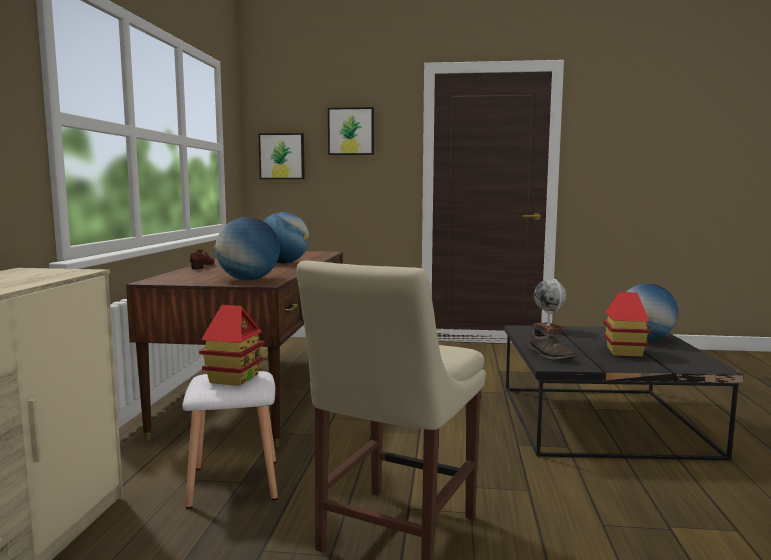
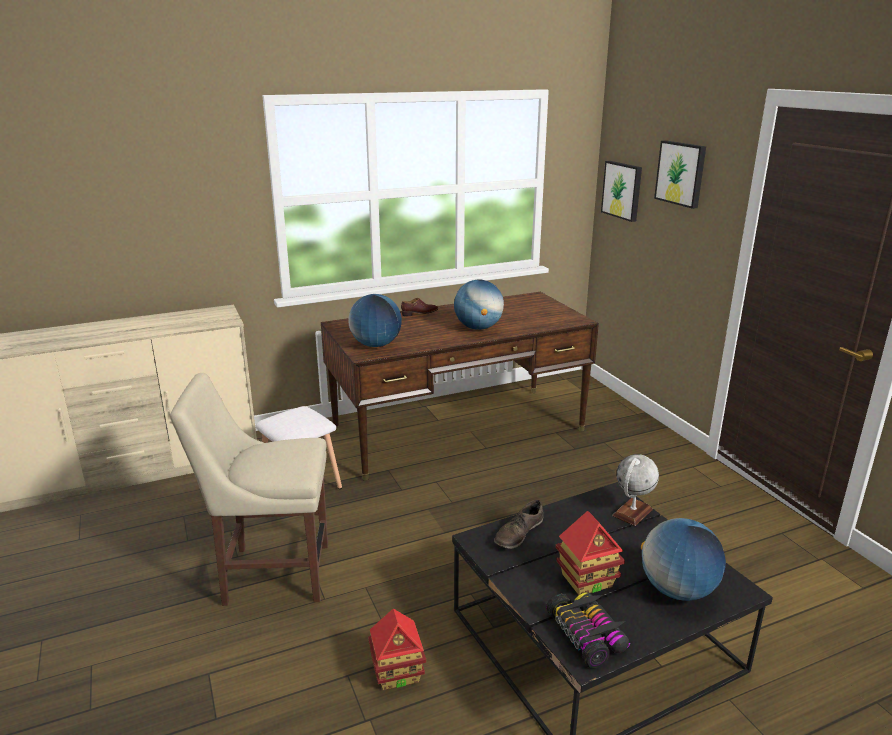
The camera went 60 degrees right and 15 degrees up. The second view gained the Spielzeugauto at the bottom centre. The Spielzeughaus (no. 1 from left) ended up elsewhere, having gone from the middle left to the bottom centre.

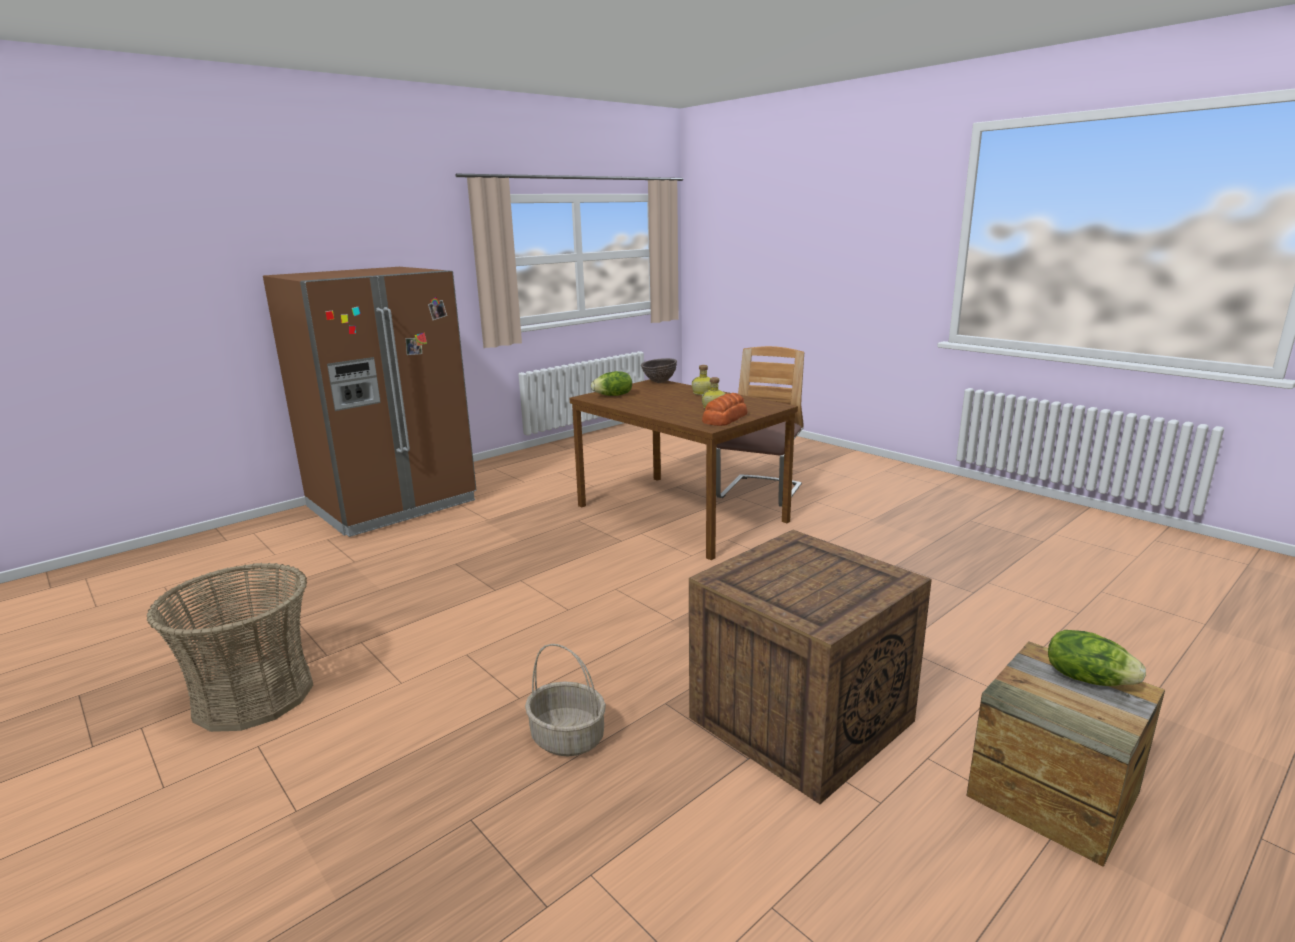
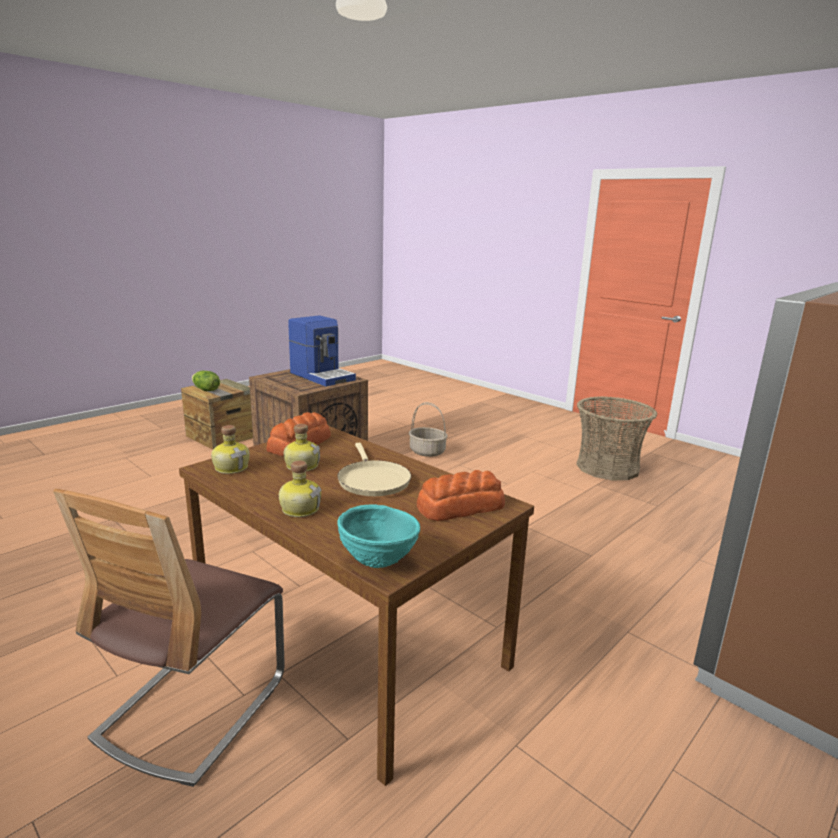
The camera went 175 degrees right and 0 degrees up. The second view gained the Flasche (no. 1 from left) at the middle left. The second view gained the Kaffeemaschine at the centre. The second view gained the Pfanne (beige) at the centre. Where the Salatkopf (no. 1 from left) stood at the centre, the Brot (no. 2 from left) came to stand at the centre. What was the Schüssel (braun) at the centre turned into the Schüssel (türkis) at the centre.

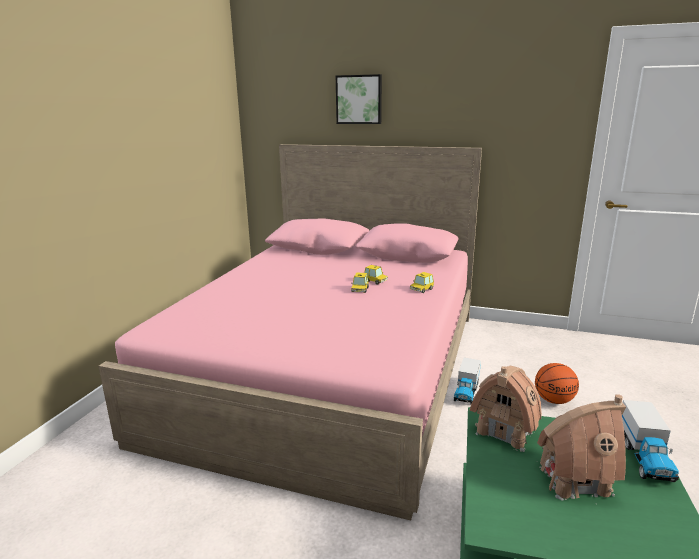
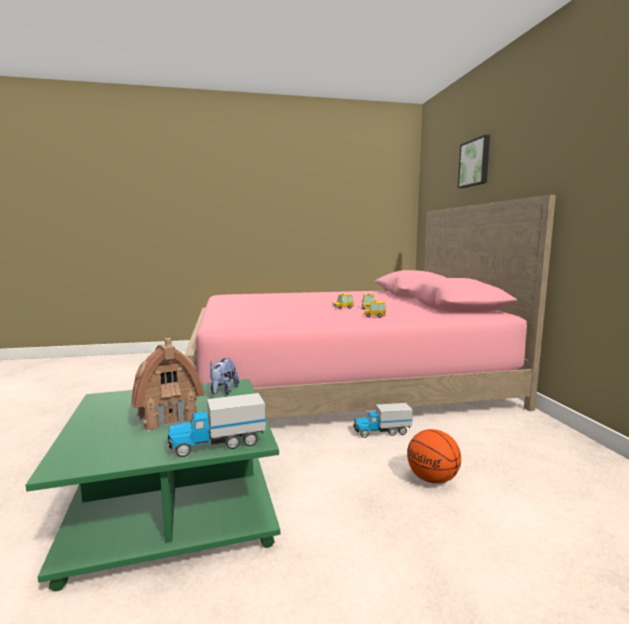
The camera went 60 degrees right and 10 degrees down. Where the Spielzeughaus (no. 1 from left) stood at the bottom right, the Plüschtier came to stand at the centre.

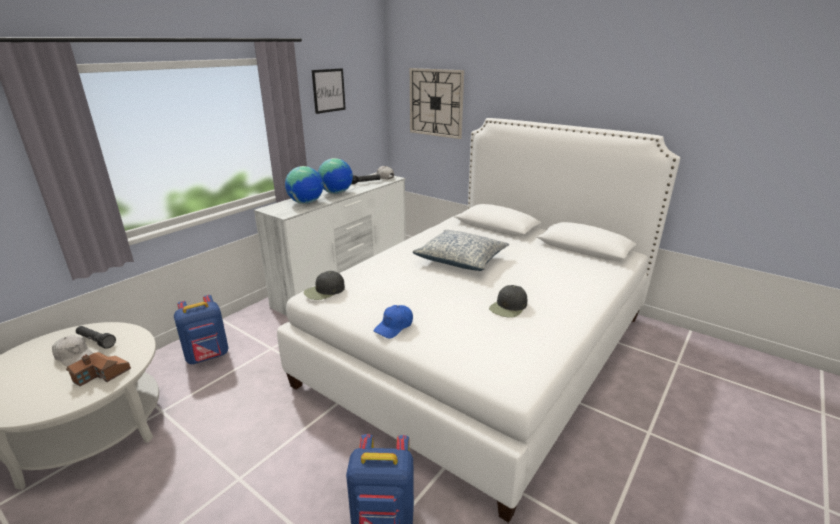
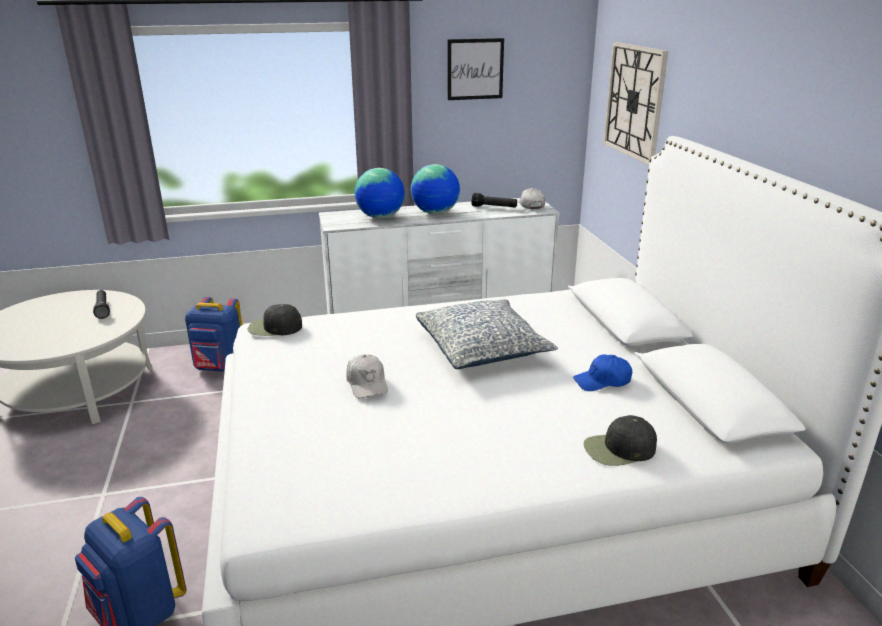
The camera went 40 degrees right and 0 degrees up. The second view lost the Spielzeughaus at the bottom left. The Kappe (weiß) (no. 1 from left) ended up elsewhere, having gone from the bottom left to the centre. The Kappe (blau) ended up elsewhere, having gone from the centre to the middle right. The Kappe (schwarz) (no. 2 from left) ended up elsewhere, having gone from the centre to the bottom right.

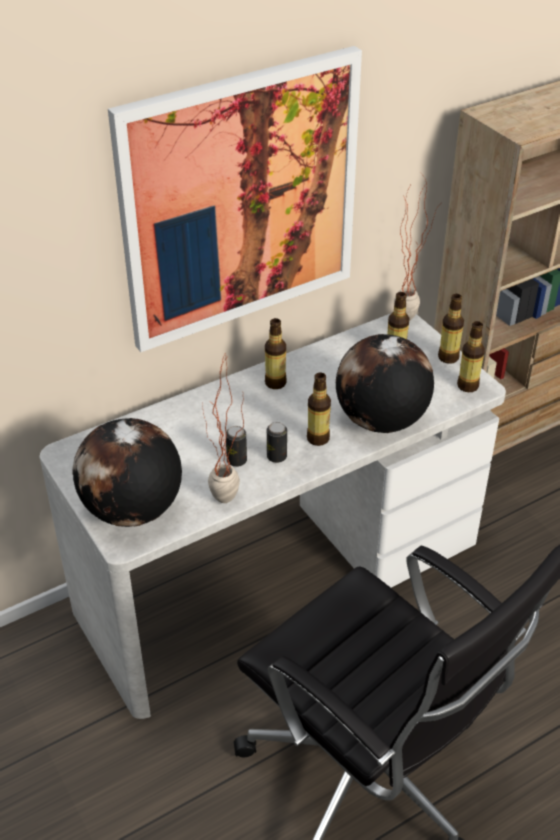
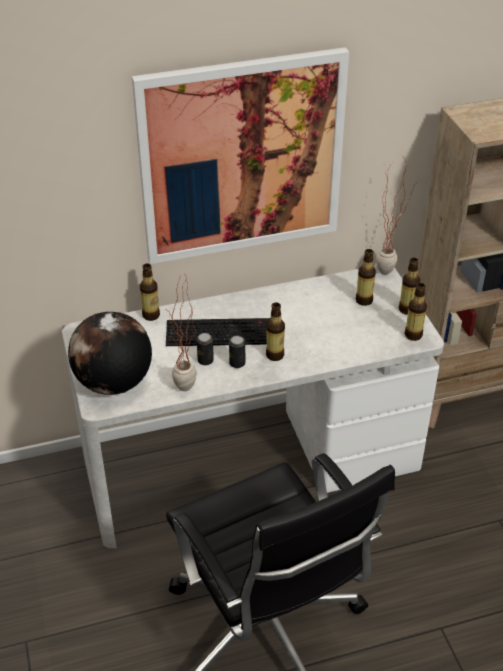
The camera went 15 degrees right and 0 degrees up. The second view lost the Globus (no. 2 from left) at the middle right. The second view gained the Tastatur at the centre. The Flasche (no. 1 from left) ended up elsewhere, having gone from the centre to the middle left.

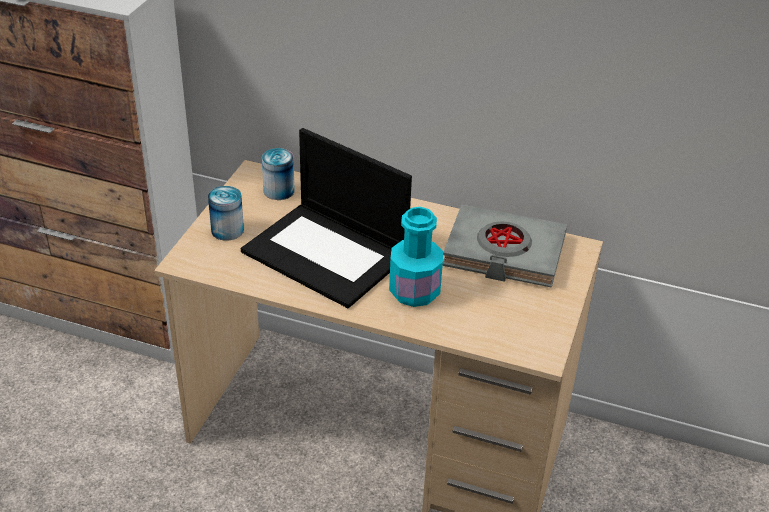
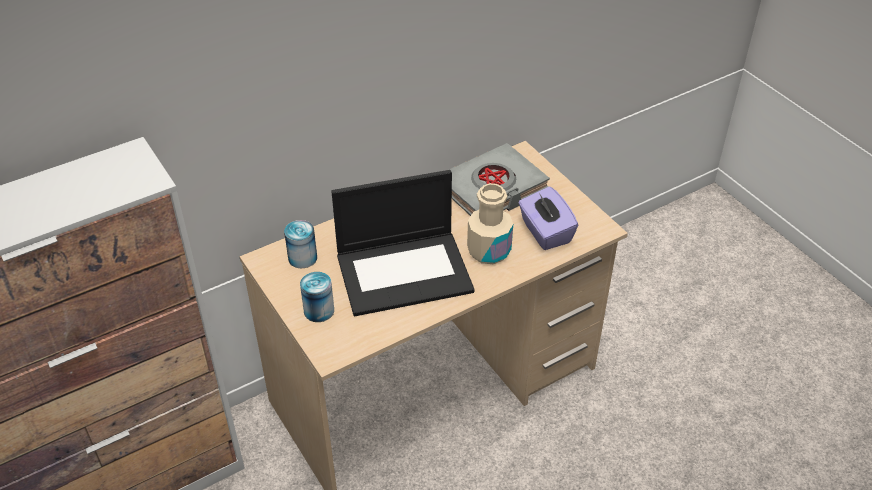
The camera went 50 degrees left and 5 degrees up. The second view gained the Taschentuchbox (lila) at the centre. What was the Flasche (türkis) at the centre turned into the Flasche (beige) at the centre.

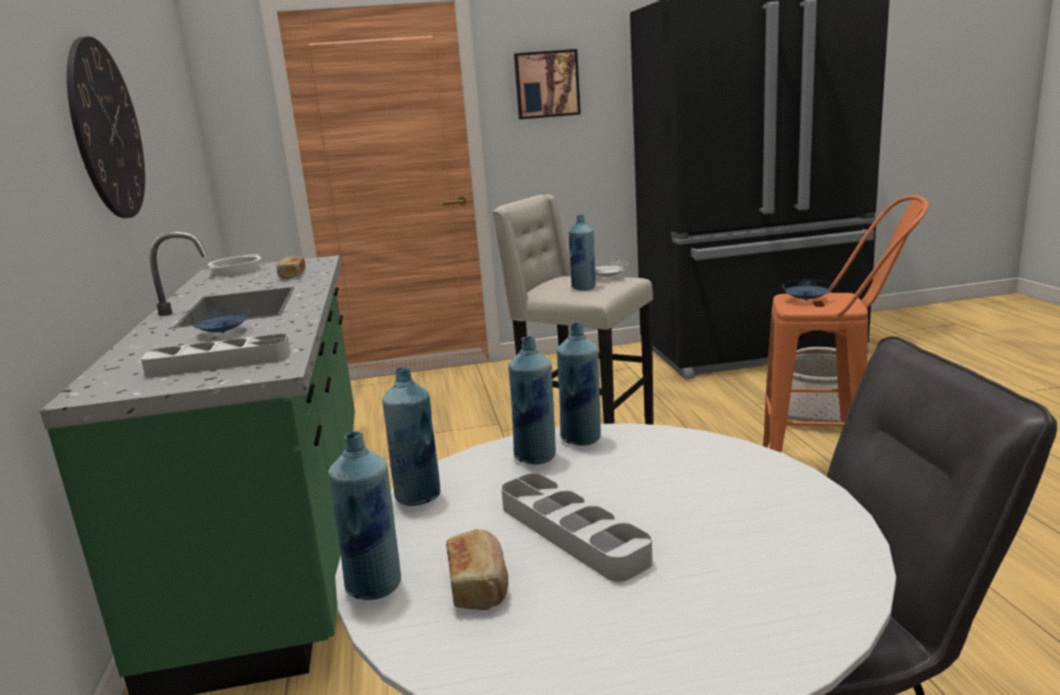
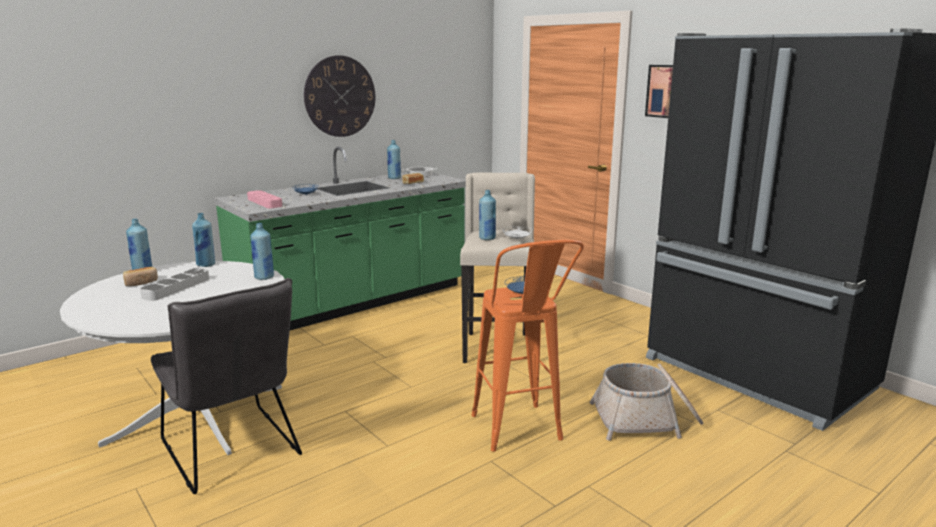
The camera went 60 degrees right and 0 degrees up. The Flasche (blau) (no. 3 from left in the first image) ended up elsewhere, having gone from the centre to the top centre. What was the Tablett (grau) (no. 1 from left) at the middle left turned into the Tablett (rosa) at the middle left.

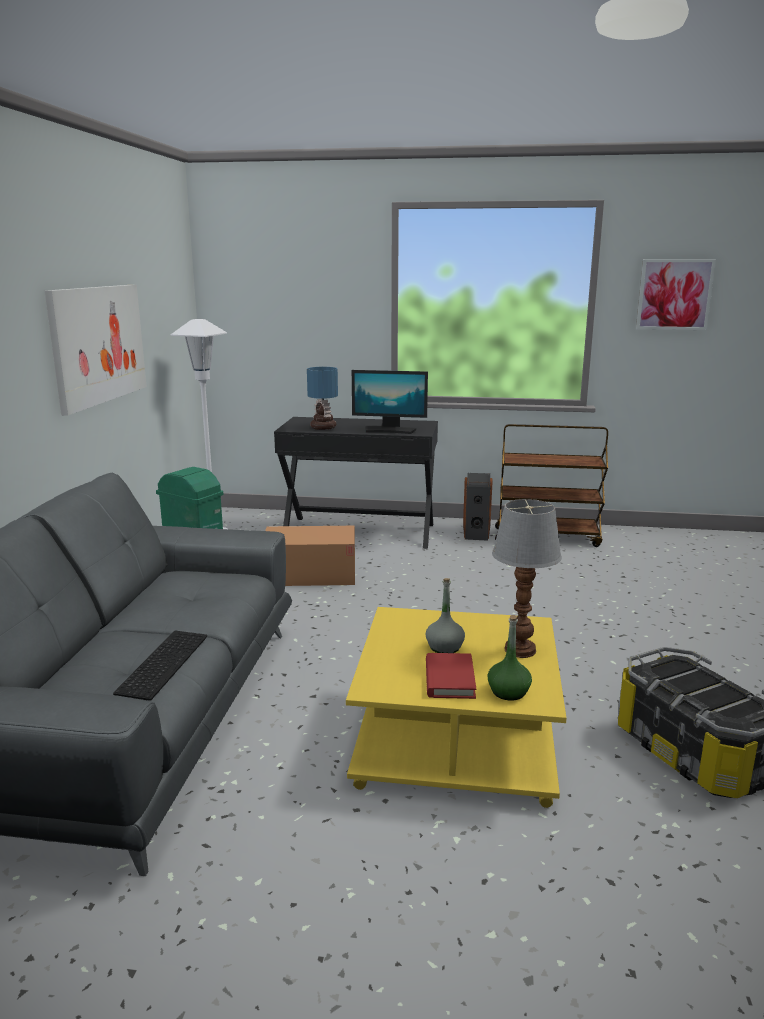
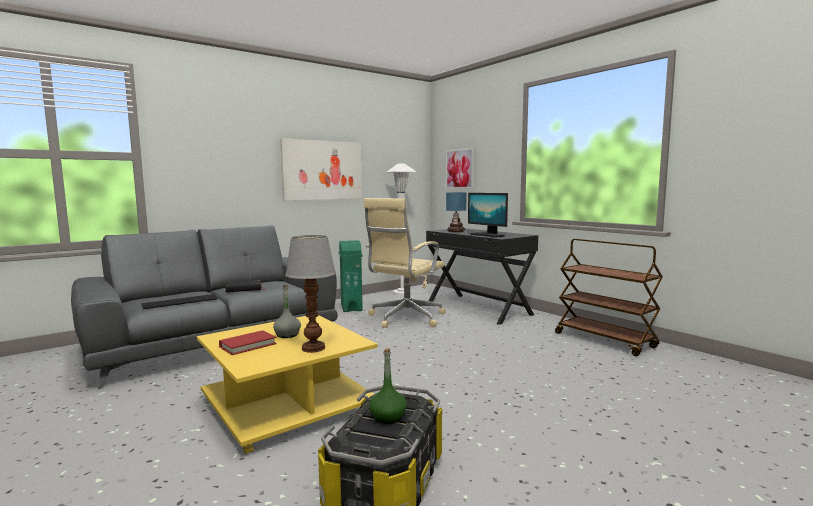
The camera went 45 degrees right and 10 degrees down. The second view lost the Lautsprecher at the centre. The second view gained the Buch (schwarz) at the middle left. The Flasche (grün) ended up elsewhere, having gone from the middle right to the bottom centre. The Bild (no. 2 from left) ended up elsewhere, having gone from the top right to the top centre. Where the Karton stood at the centre, the Bürostuhl (beige) came to stand at the centre.

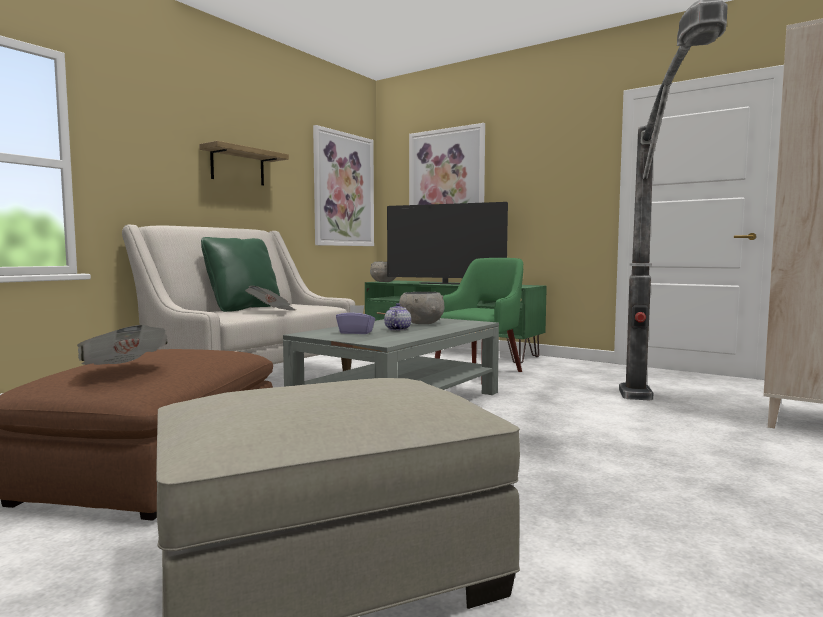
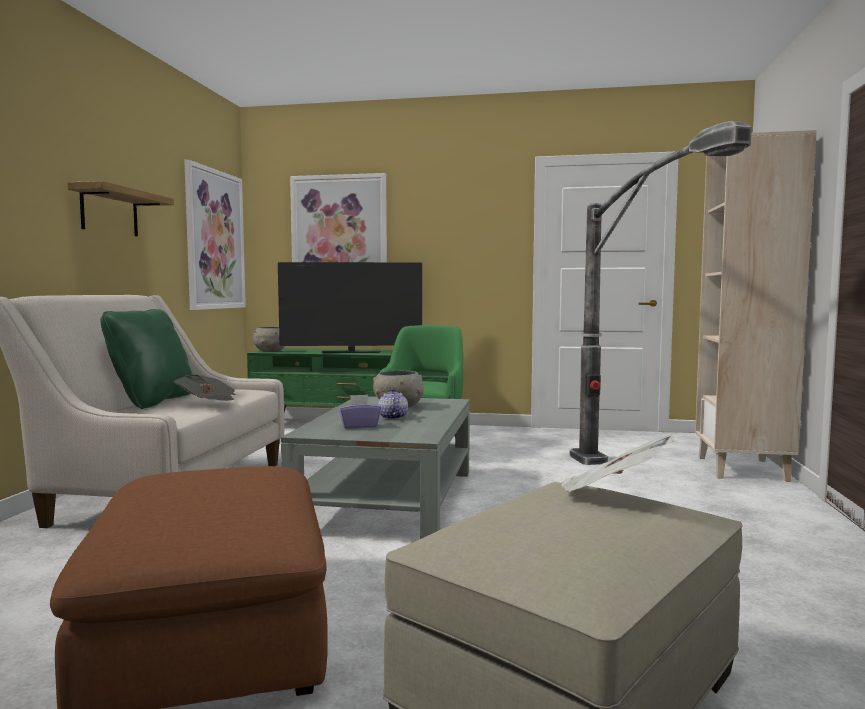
The camera went 25 degrees left and 0 degrees up. The Zeitung (no. 1 from left in the first image) ended up elsewhere, having gone from the middle left to the middle right.

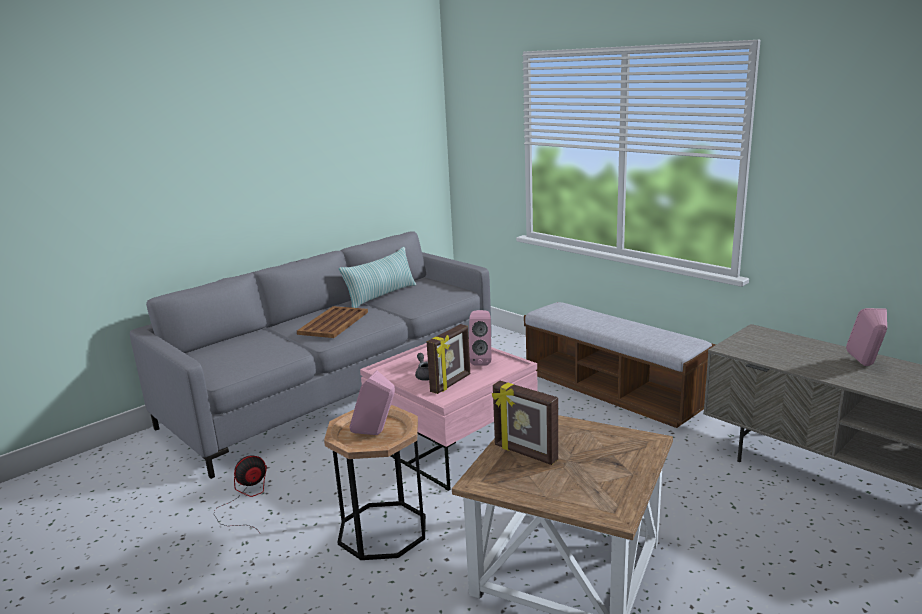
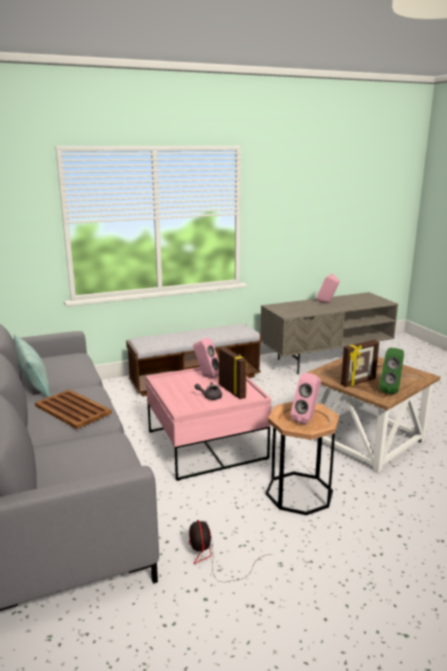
The camera went 70 degrees left and 0 degrees up. The second view gained the Lautsprecher (grün) at the middle right.

